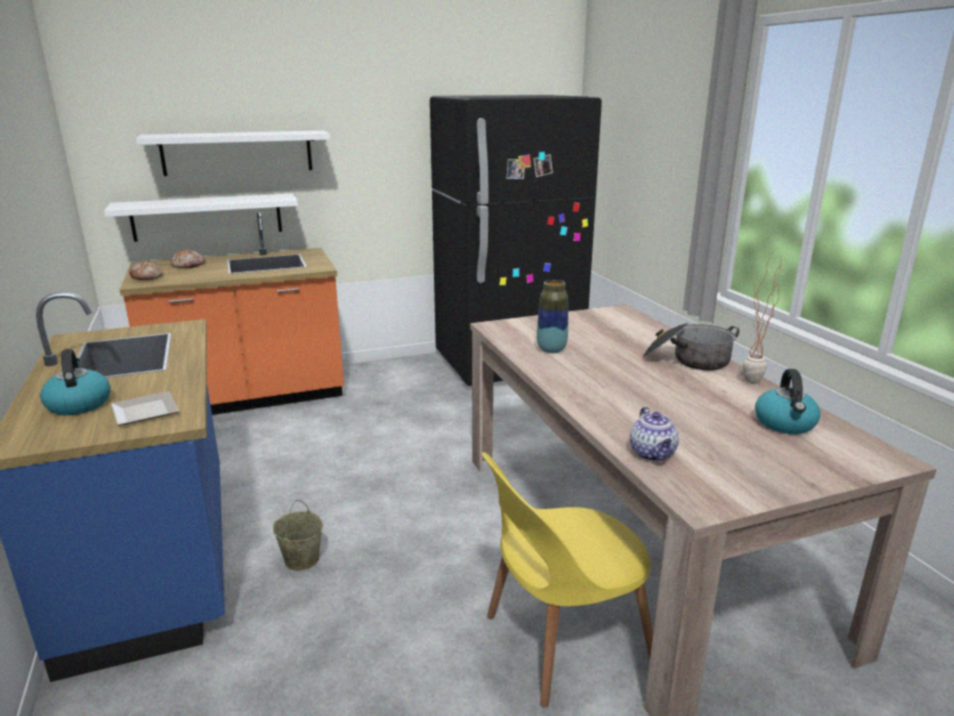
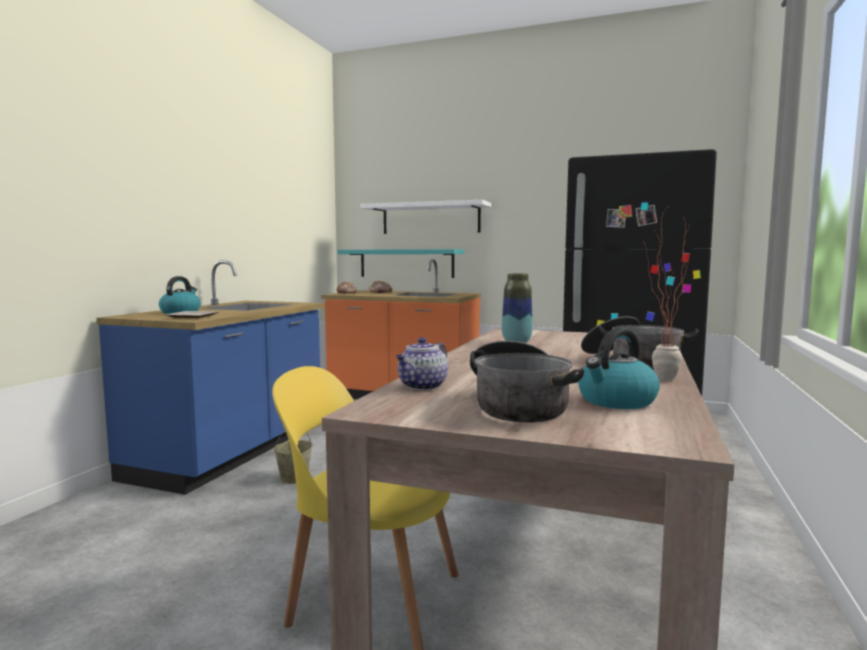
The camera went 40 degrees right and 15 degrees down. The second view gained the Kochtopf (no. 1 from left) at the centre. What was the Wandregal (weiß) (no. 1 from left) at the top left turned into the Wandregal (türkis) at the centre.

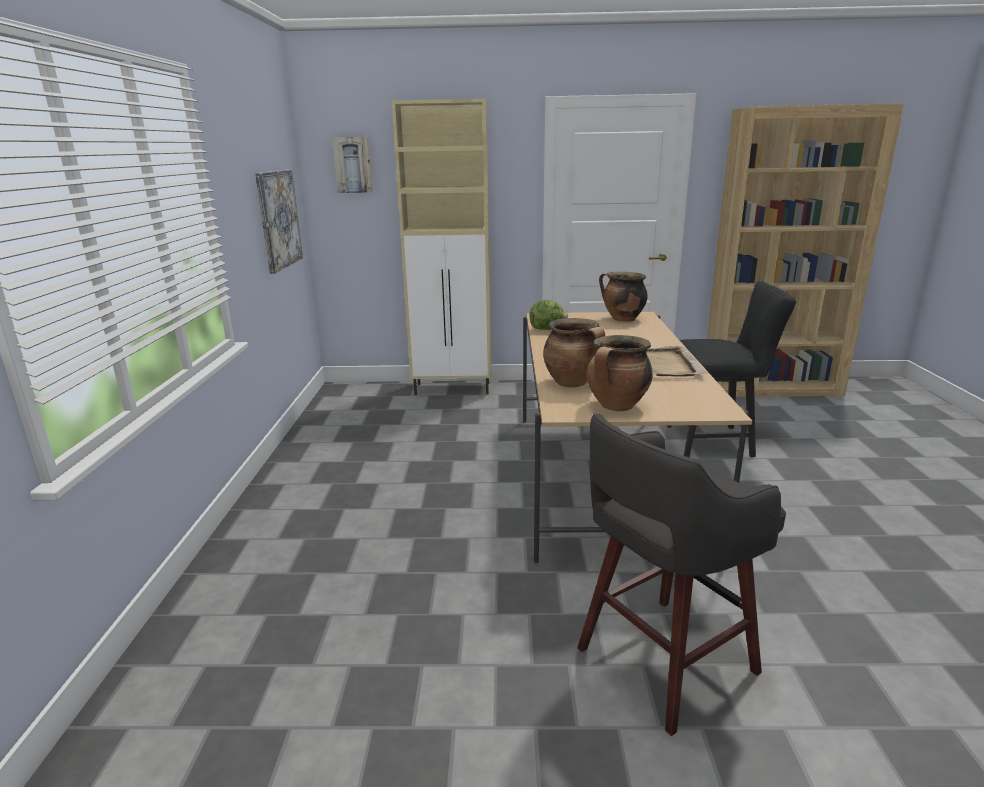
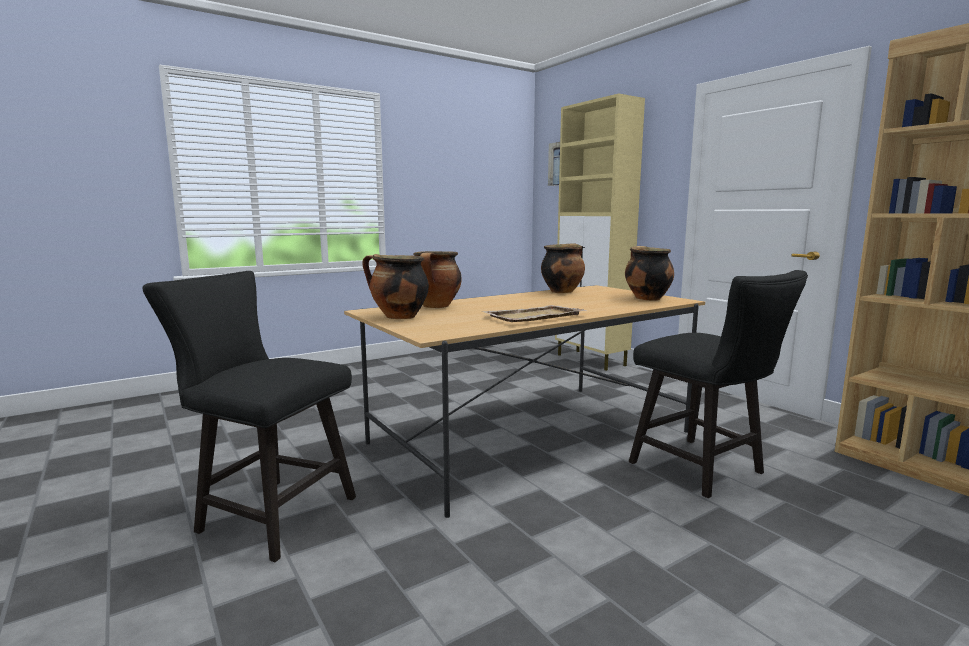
The camera went 55 degrees right and 10 degrees down. The second view lost the Bild (no. 1 from left) at the top left. Where the Salatkopf stood at the centre, the Kochtopf (no. 3 from left) came to stand at the centre. Where the Hocker (grau) stood at the bottom right, the Stuhl (schwarz) (no. 1 from left) came to stand at the middle left.

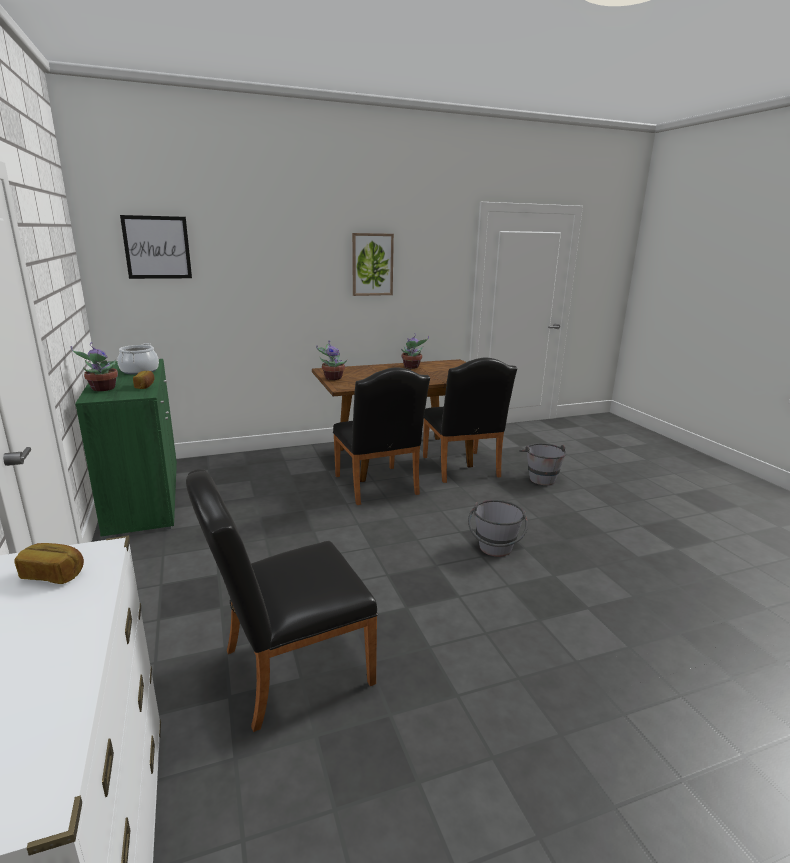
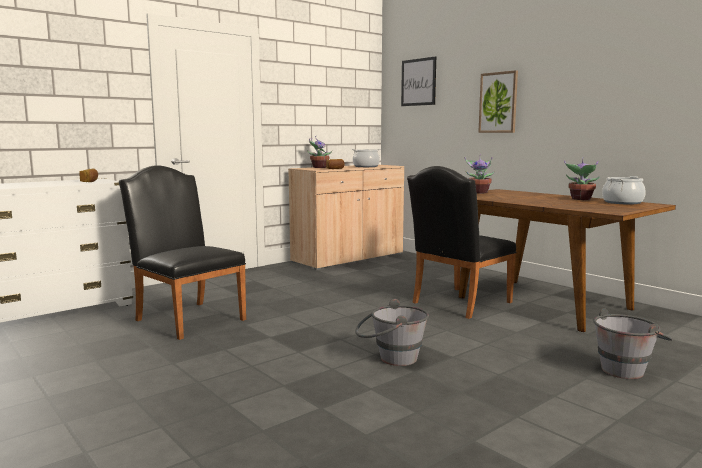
The camera went 70 degrees right and 10 degrees down. The second view lost the Stuhl (schwarz) (no. 3 from left) at the centre. The second view gained the Kochtopf (no. 2 from left) at the middle right. The Bild (no. 2 from left) ended up elsewhere, having gone from the top centre to the top right. What was the Schrank (grün) at the middle left turned into the Schrank (beige) at the centre.

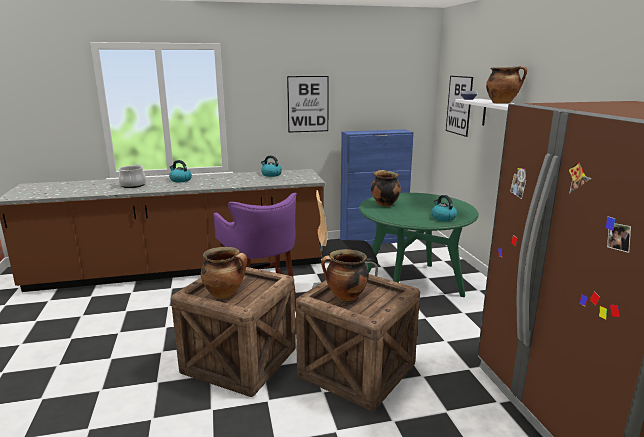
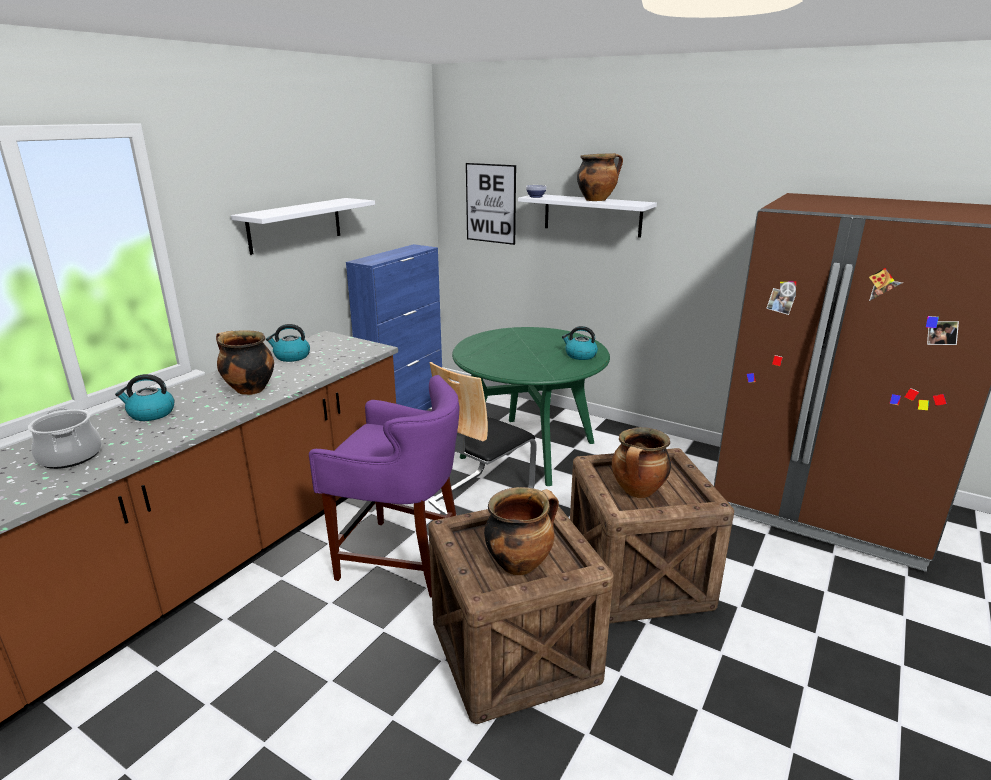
The camera went 45 degrees left and 5 degrees up. The Kochtopf (no. 4 from left in the first image) ended up elsewhere, having gone from the centre to the middle left. Where the Bild (no. 1 from left) hung at the top centre, the Wandregal (weiß) (no. 1 from left) came to hang at the top left.

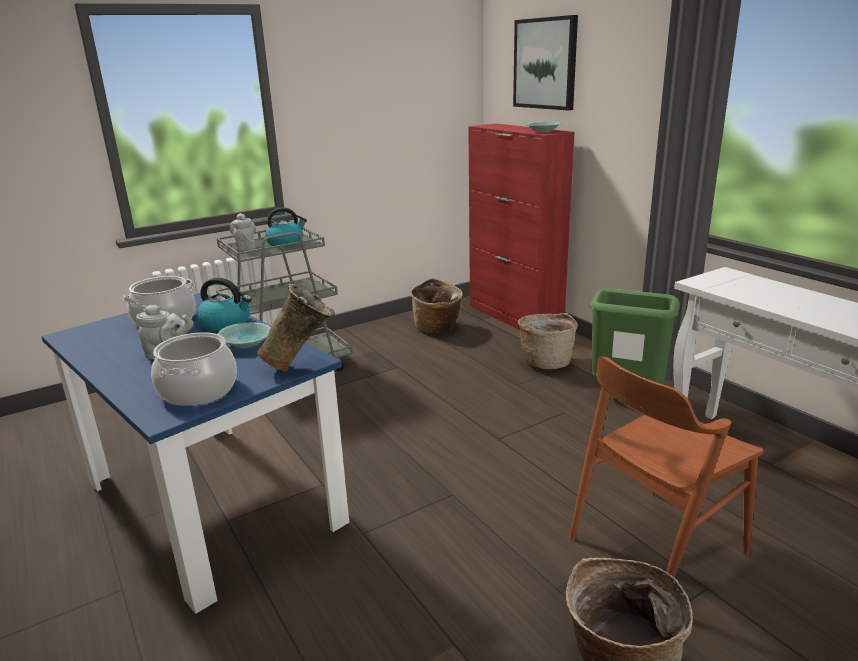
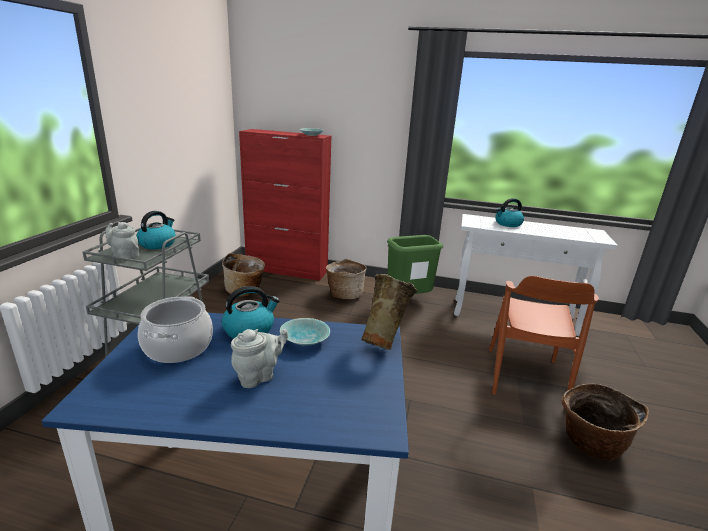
The camera went 45 degrees left and 0 degrees up. The second view lost the Kochtopf (no. 2 from left) at the middle left. The second view lost the Bild at the top centre. The second view gained the Wasserkessel (no. 3 from left) at the middle right.

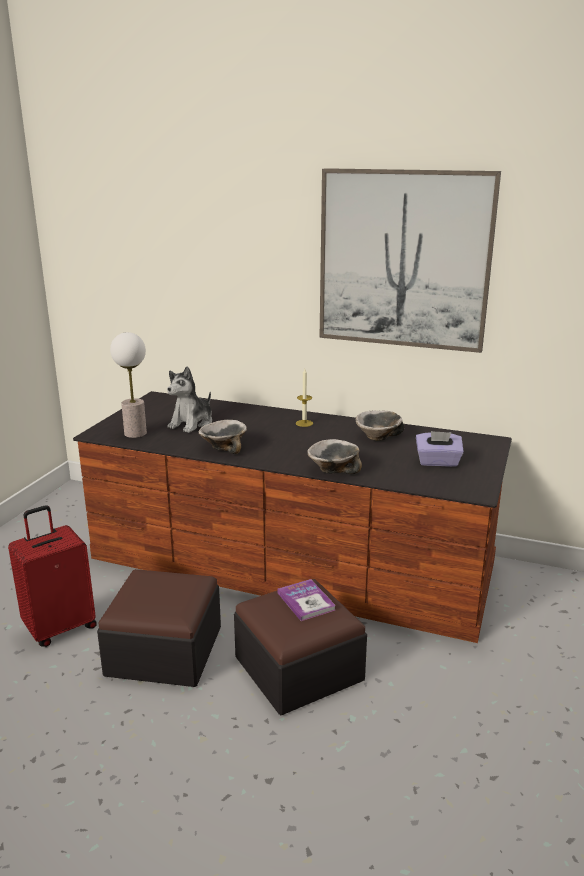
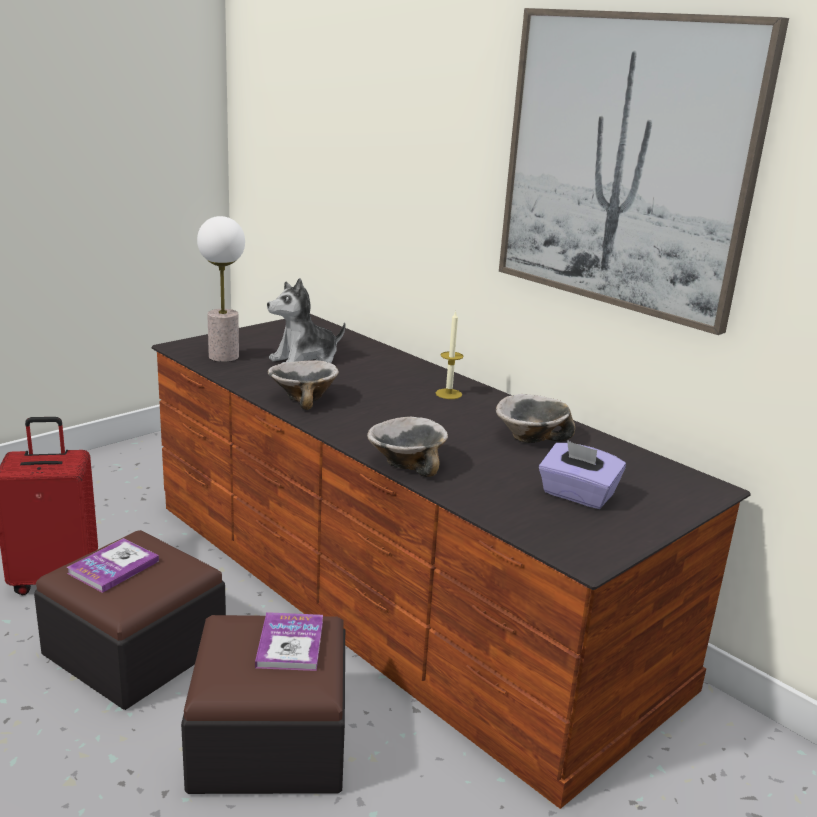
The camera went 25 degrees right and 0 degrees up. The second view gained the Buch (no. 1 from left) at the bottom left.

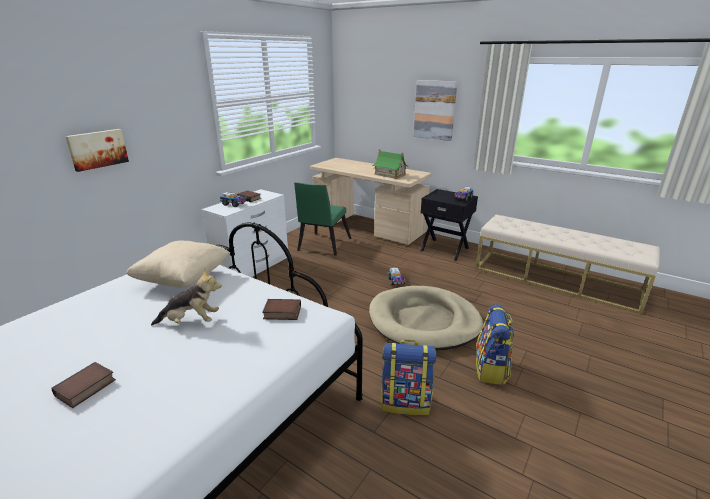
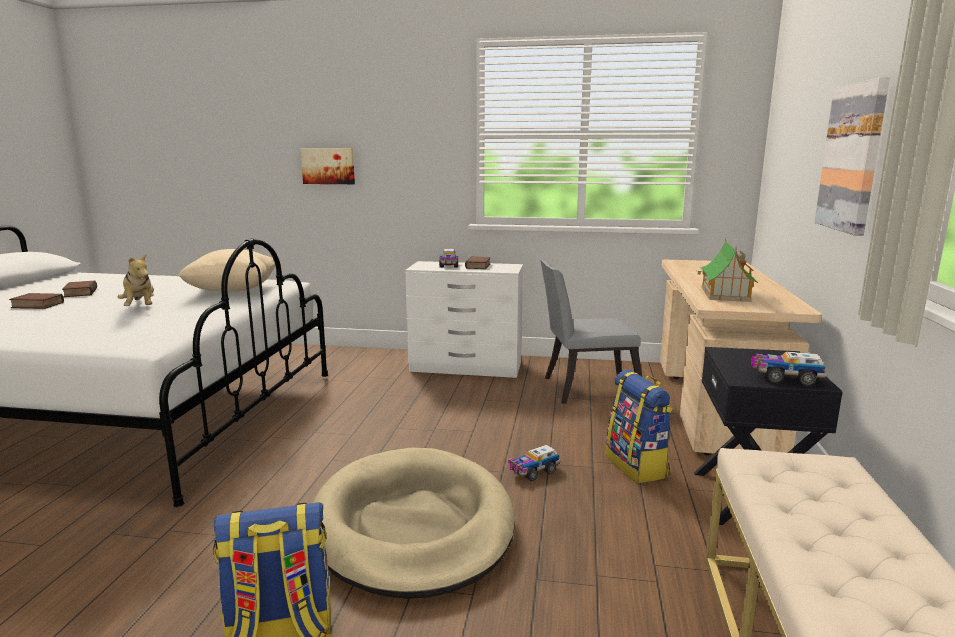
The camera went 65 degrees right and 10 degrees down. The Buch (no. 3 from left in the first image) ended up elsewhere, having gone from the centre to the middle left. The Rucksack (no. 1 from left in the first image) ended up elsewhere, having gone from the bottom centre to the bottom right. What was the Stuhl (grün) at the centre turned into the Stuhl (grau) at the centre.

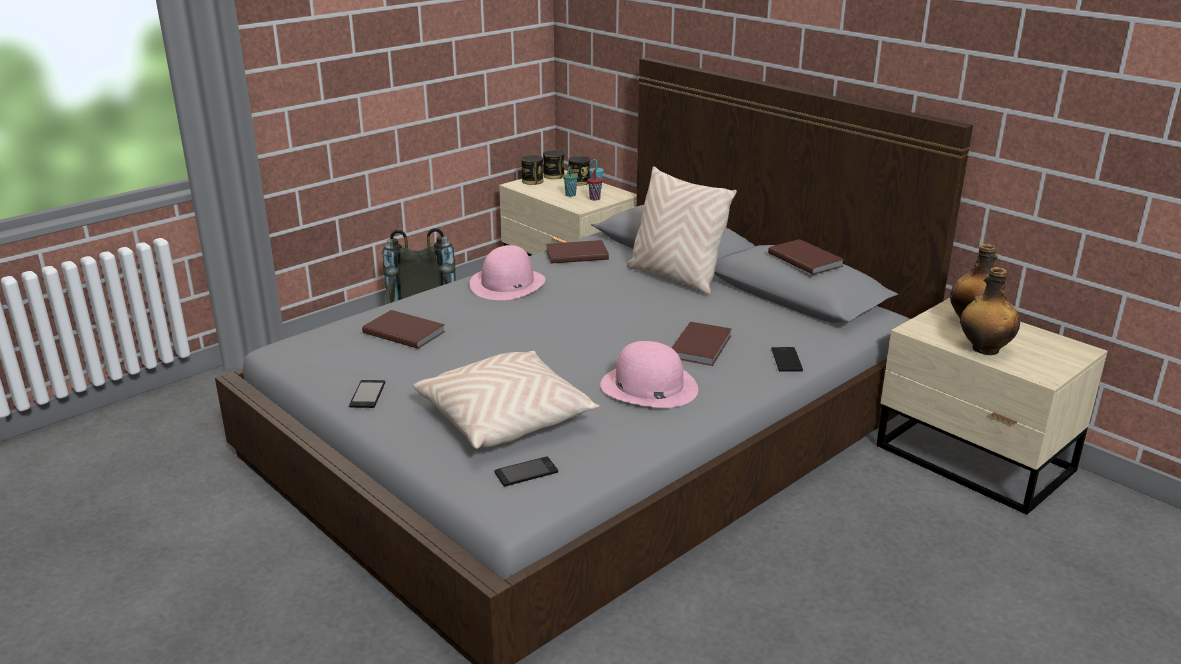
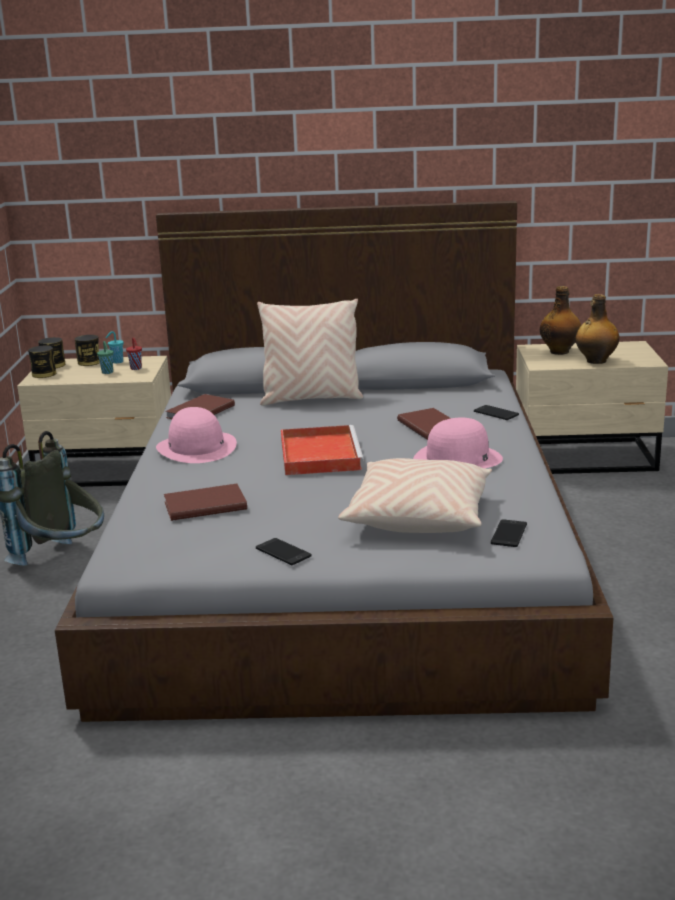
The camera went 45 degrees left and 5 degrees down. The second view lost the Buch (braun) (no. 4 from left) at the middle right. The second view gained the Tablett (rot) at the centre.

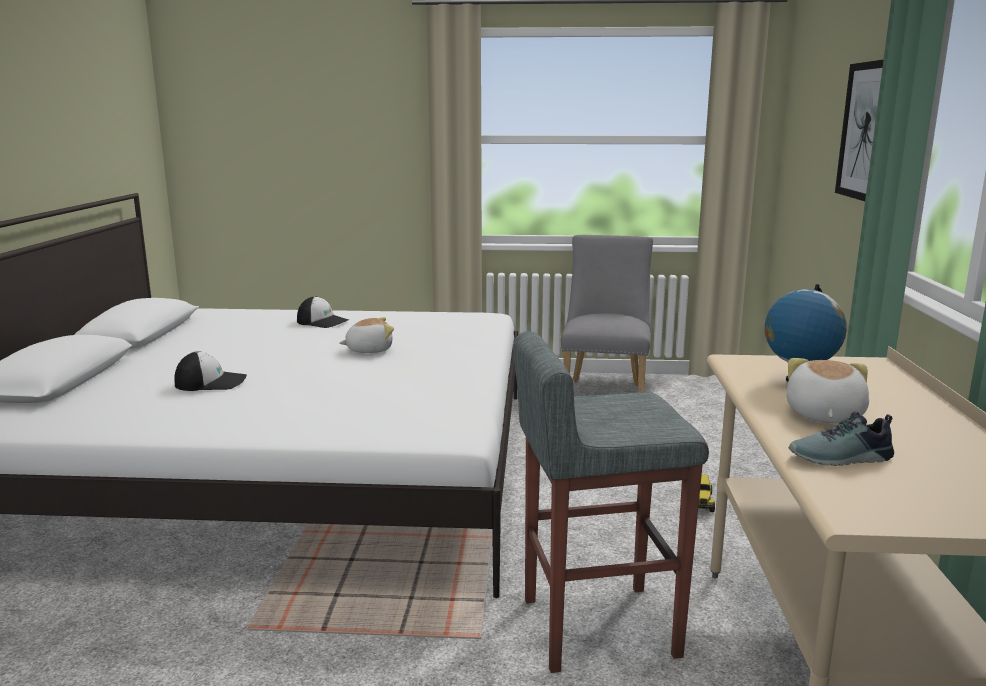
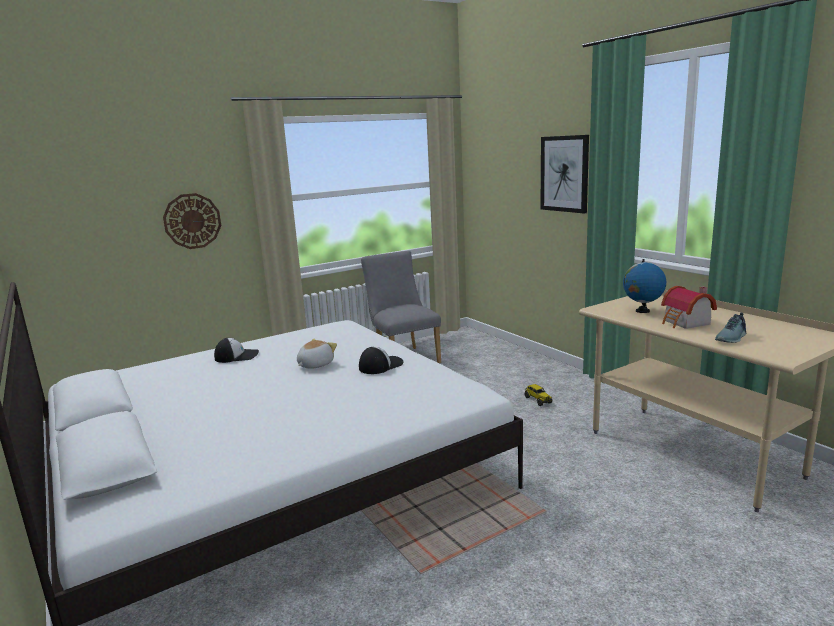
The camera went 35 degrees left and 0 degrees up. The second view lost the Hocker (grau) at the bottom centre. The second view gained the Wanduhr at the middle left. The Kappe (no. 1 from left in the first image) ended up elsewhere, having gone from the middle left to the centre. Where the Plüschtier (no. 2 from left) stood at the middle right, the Spielzeughaus came to stand at the middle right.

